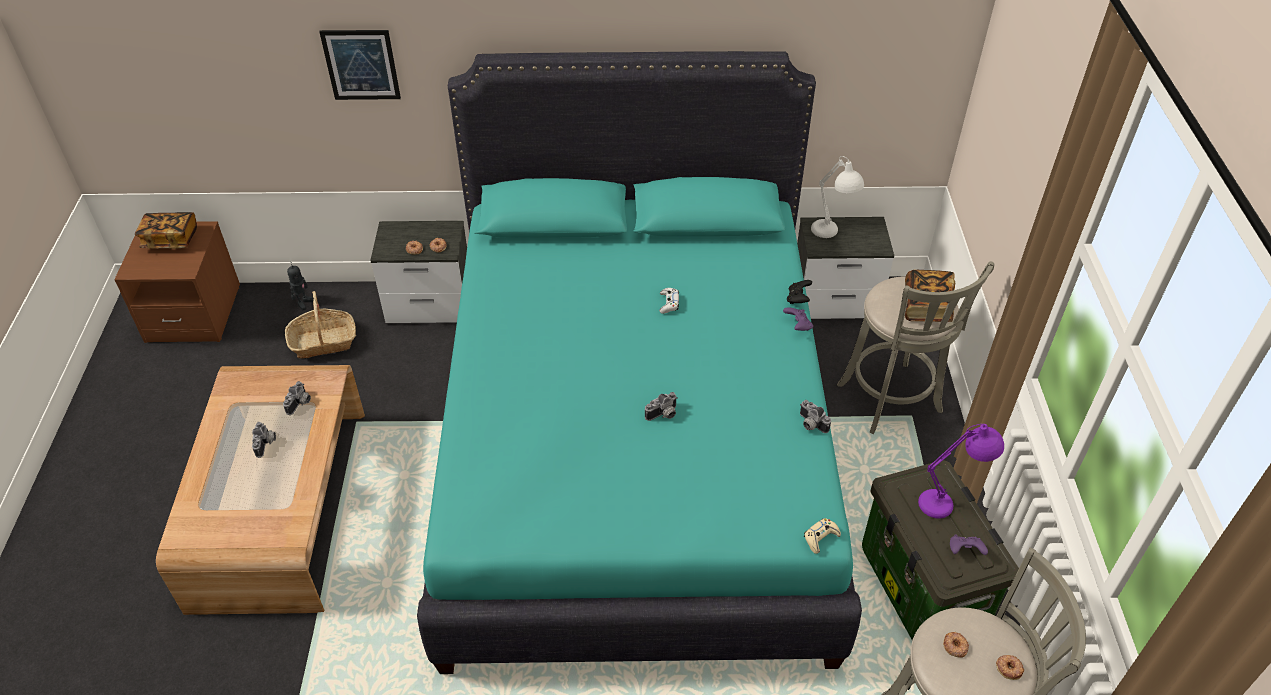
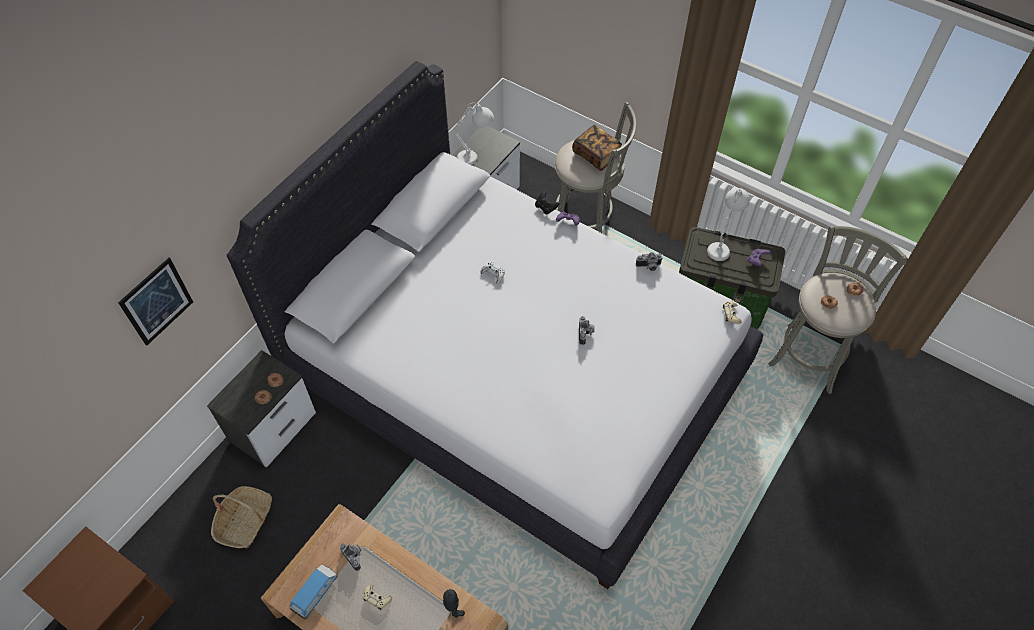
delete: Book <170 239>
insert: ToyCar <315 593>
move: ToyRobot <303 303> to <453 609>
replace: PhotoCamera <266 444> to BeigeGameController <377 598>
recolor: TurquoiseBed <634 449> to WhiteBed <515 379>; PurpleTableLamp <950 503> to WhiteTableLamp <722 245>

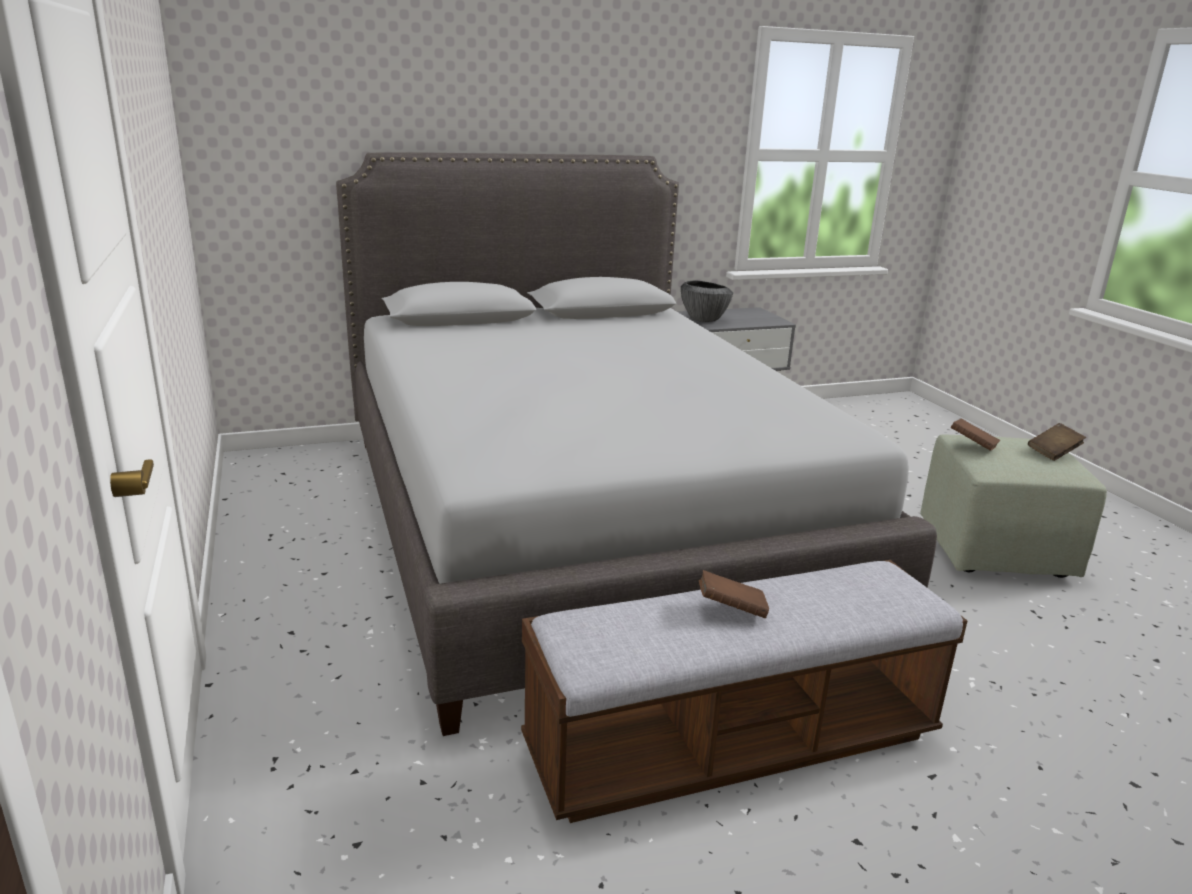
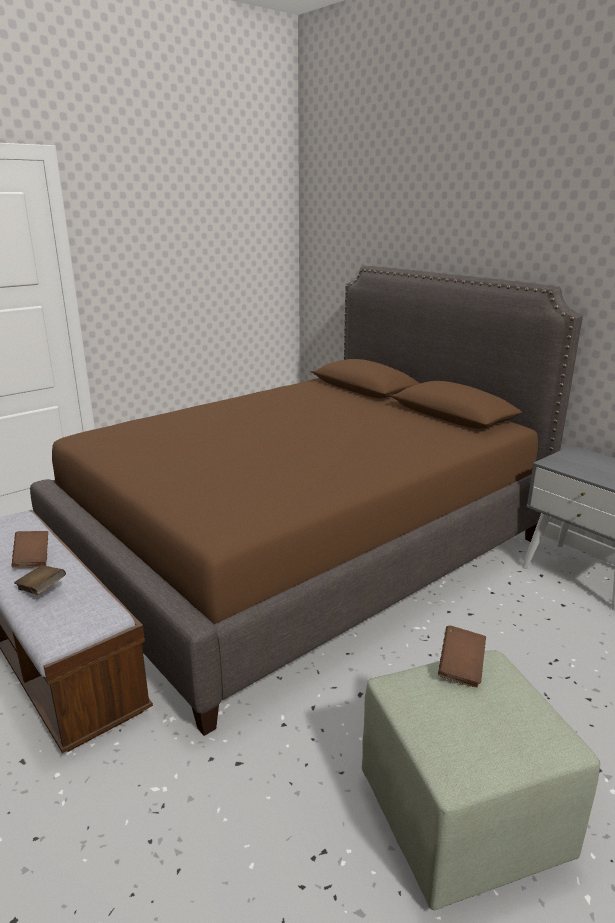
delete: Bowl <704 319>
move: BrownBook <1053 452> to <42 590>
recolor: GreyBed <581 524> to BrownBed <303 549>

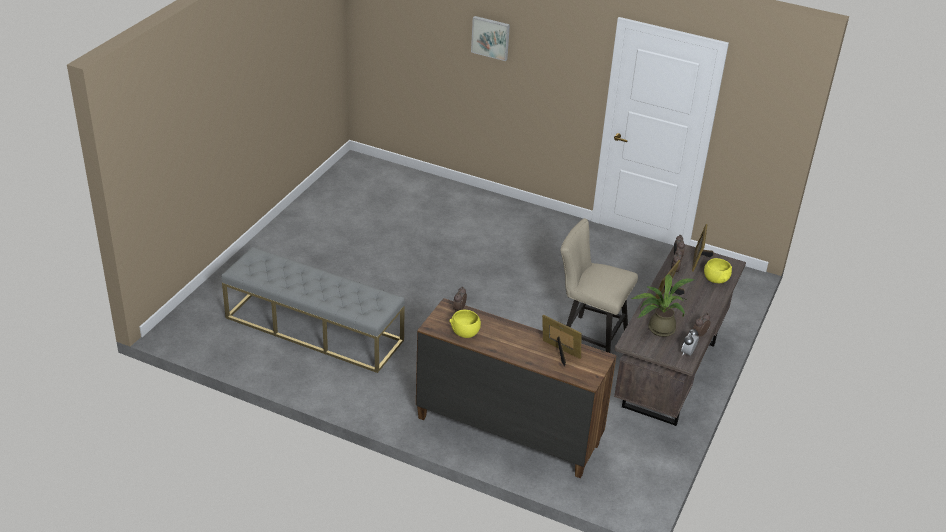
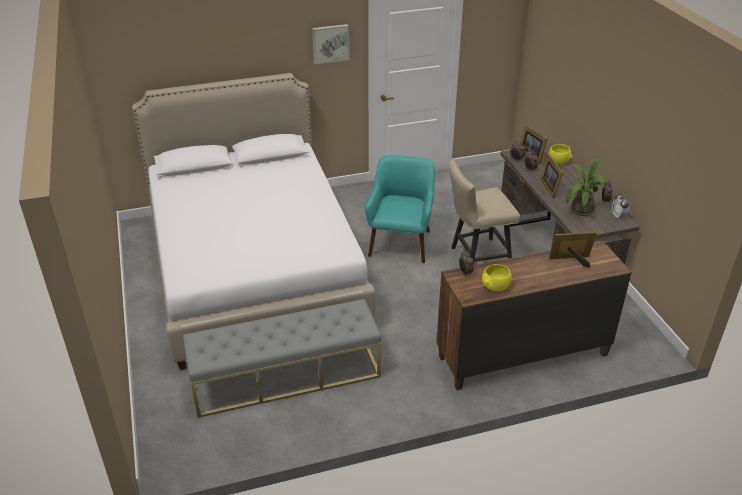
insert: WhiteBed <254 269>; TurquoiseArmchair <401 243>
move: Picture <491 37> to <330 43>

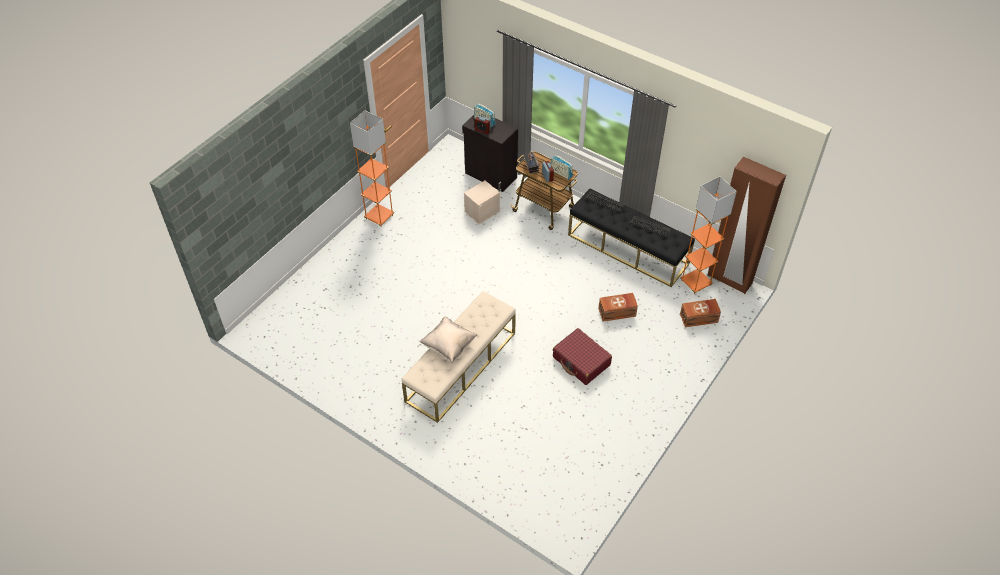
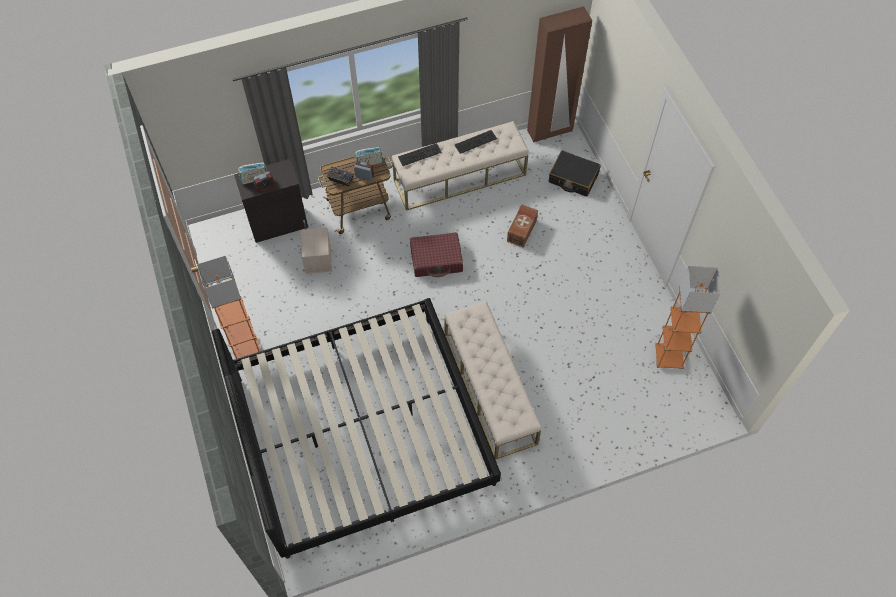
delete: BeigePillow <448 346>
insert: Bed <361 430>
move: RedSuitcase <581 361> to <436 259>; OrangeFloorLamp <695 283> to <668 357>
replace: BrownStorageBox <699 318> to BlackSuitcase <573 178>
recolor: BlackBench <628 249> to BeigeBench <460 177>

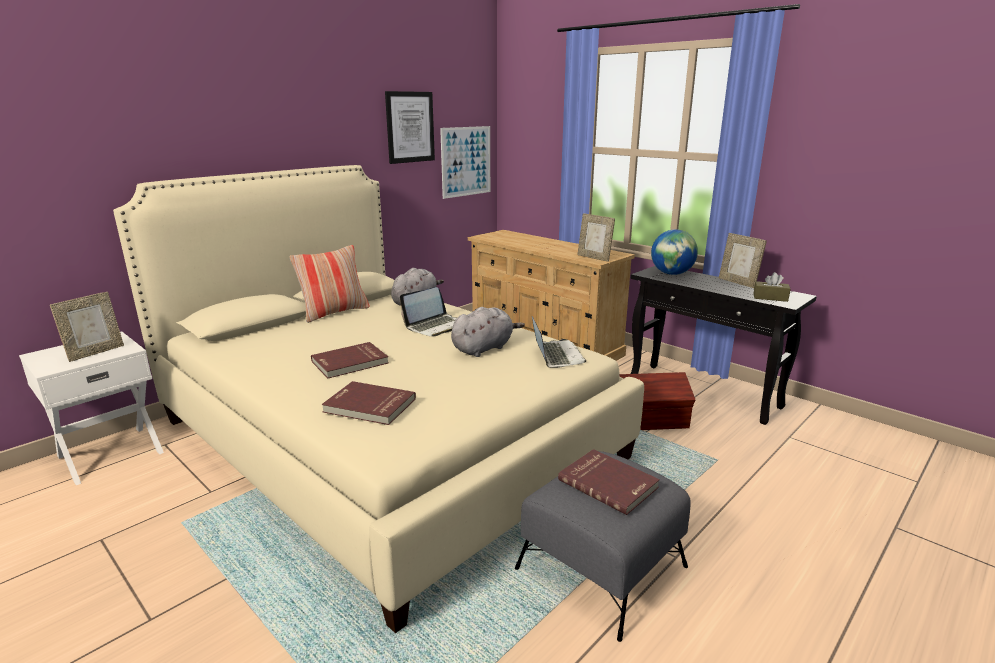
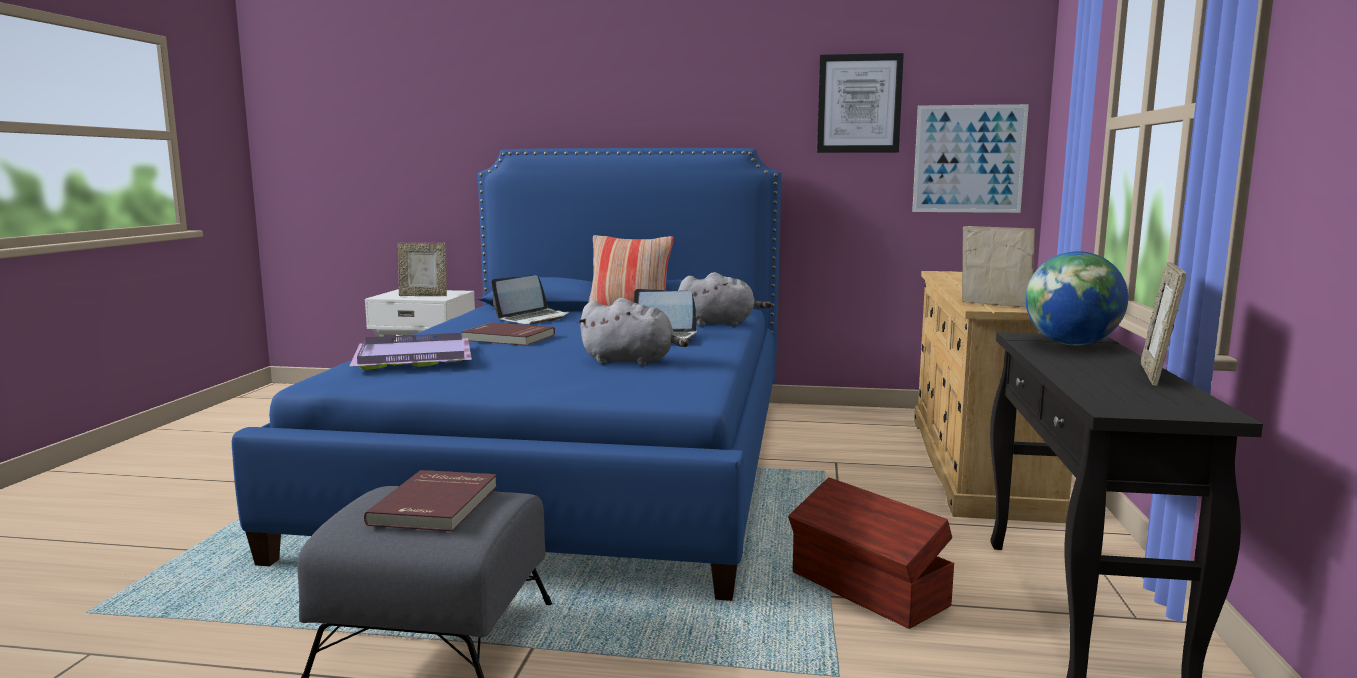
delete: BrownTissueBox <770 297>
move: Laptop <556 355> to <533 318>
replace: RedBook <369 406> to PurpleTray <411 357>
recolor: BeigeBed <385 438> to BlueBed <576 465>
rotate: PictureFrame <594 258> = <994 305> 120 degrees clockwise

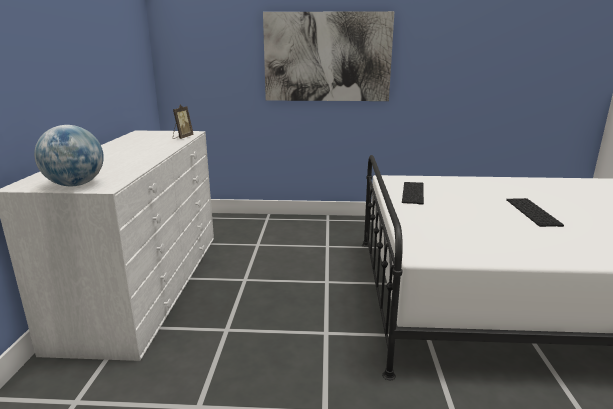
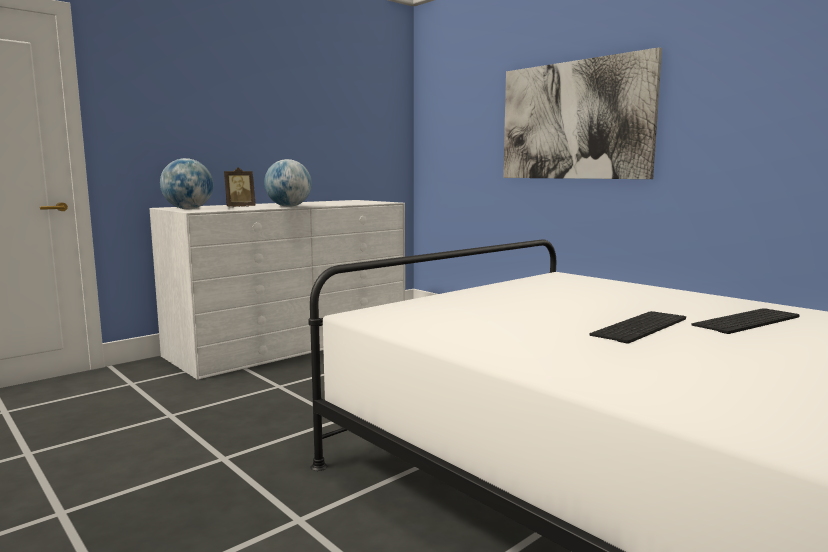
insert: Globe <289 206>
move: PictureFrame <182 137> to <240 207>; Keyboard <414 193> to <748 321>

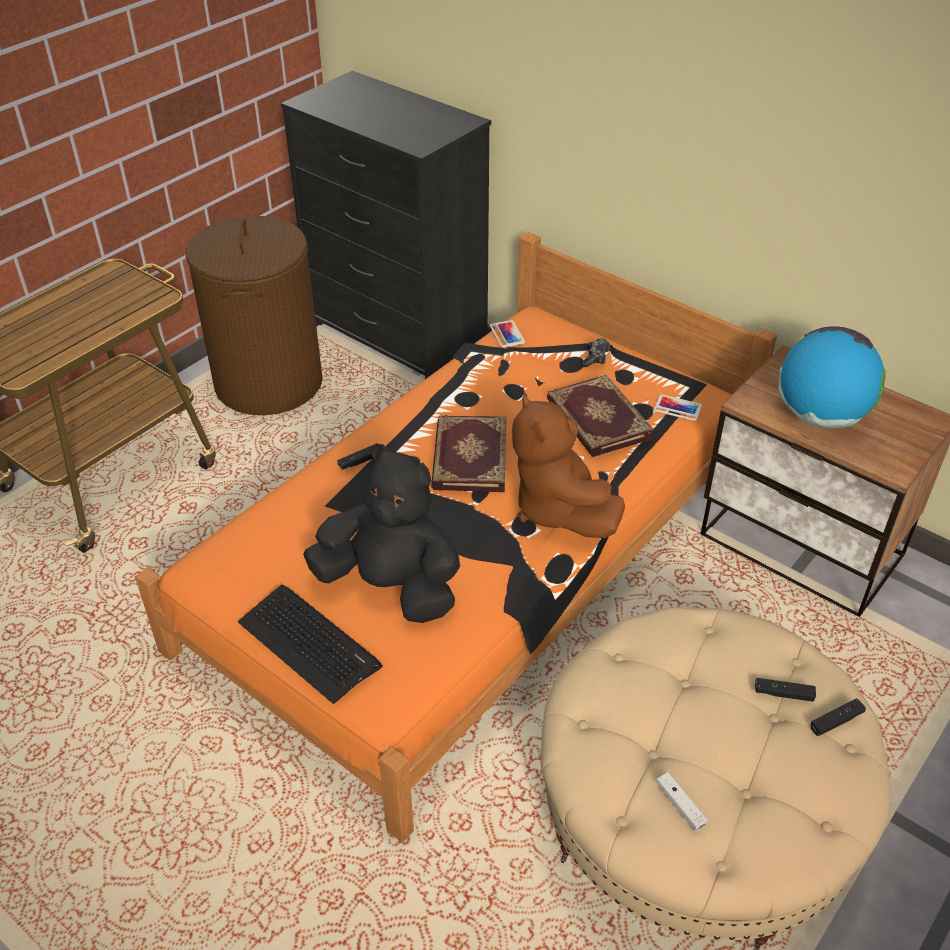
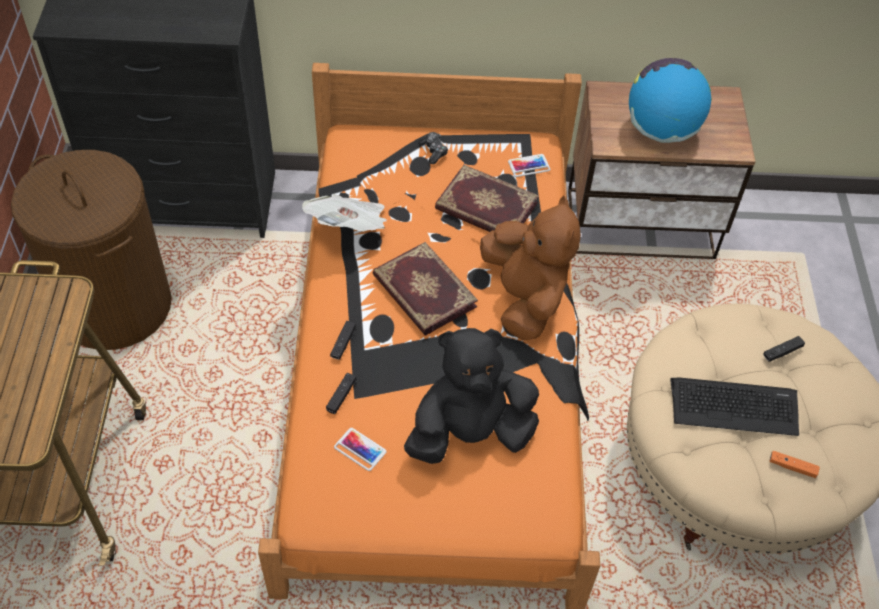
insert: Newspaper <349 227>
move: Keyboard <309 643> to <734 406>; Phone <507 334> to <360 449>; BlackGameController <836 721> to <341 396>
recolor: WhiteGameController <680 805> to OrangeGameController <792 467>
rotate: BrownPlushToy <558 509> = <525 298> 135 degrees counterclockwise

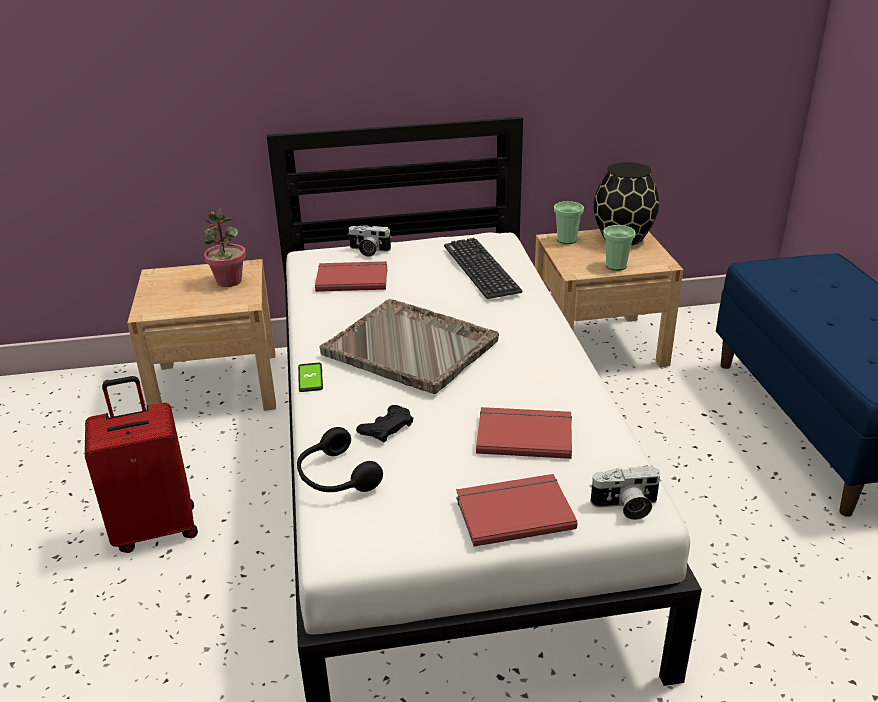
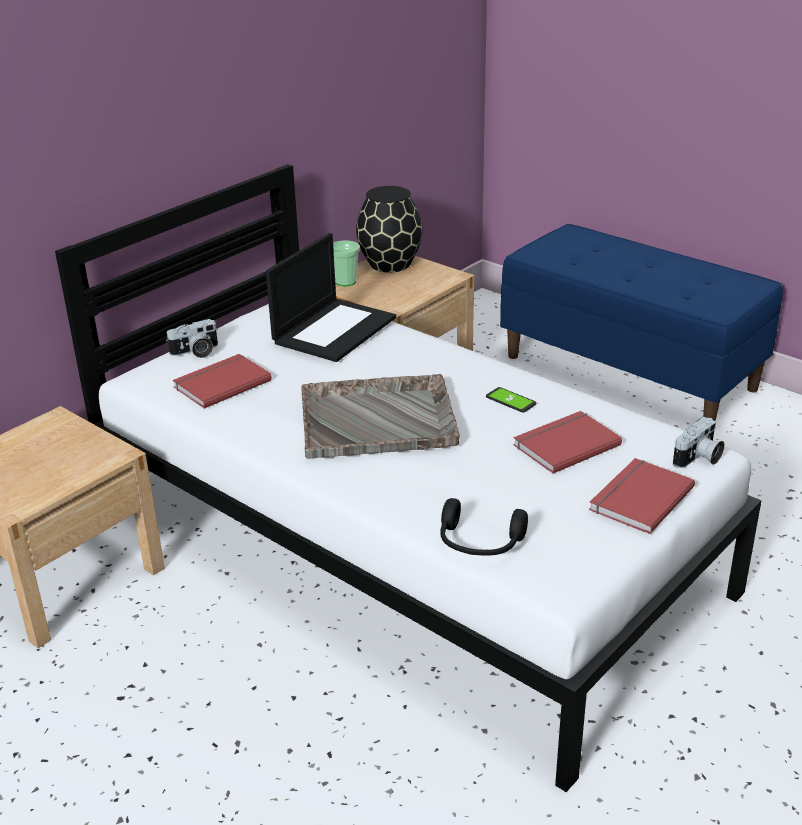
delete: RedSuitcase <156 528>; PottedPlant <229 281>; BlackGameController <386 428>; Cup <616 266>
move: Phone <310 378> to <511 401>
replace: Keyboard <481 269> to Laptop <334 329>

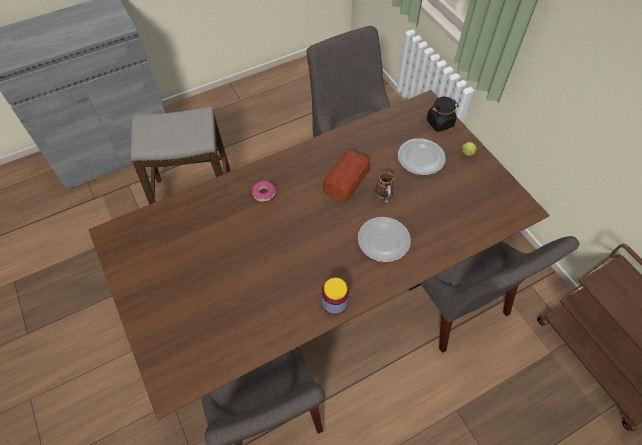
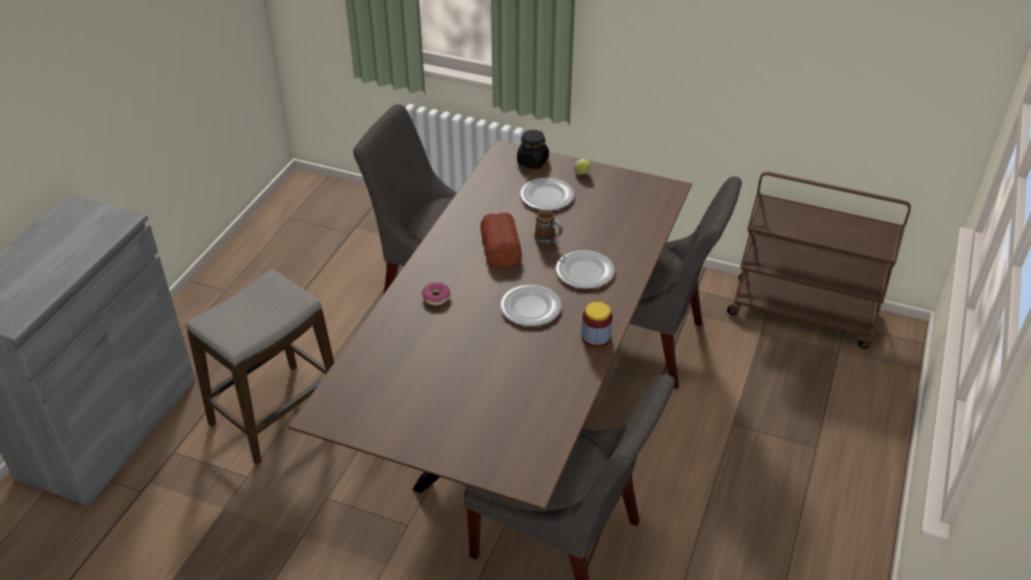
insert: Plate <531 308>

